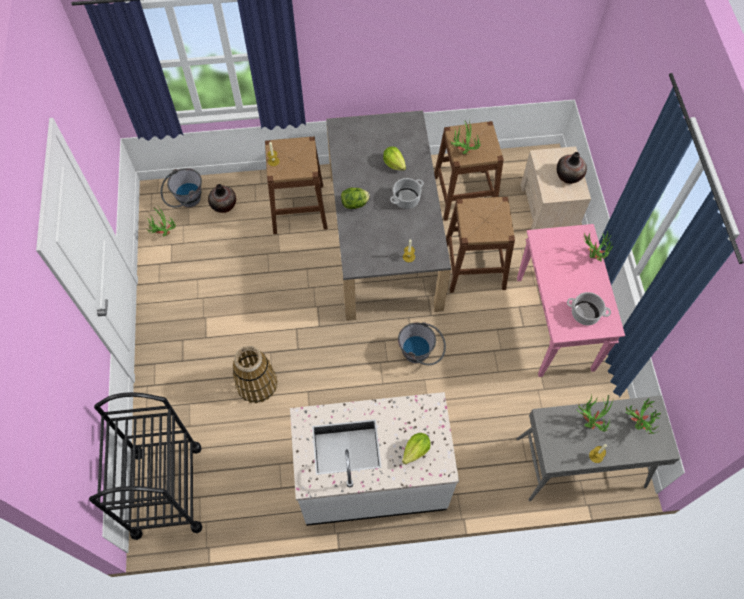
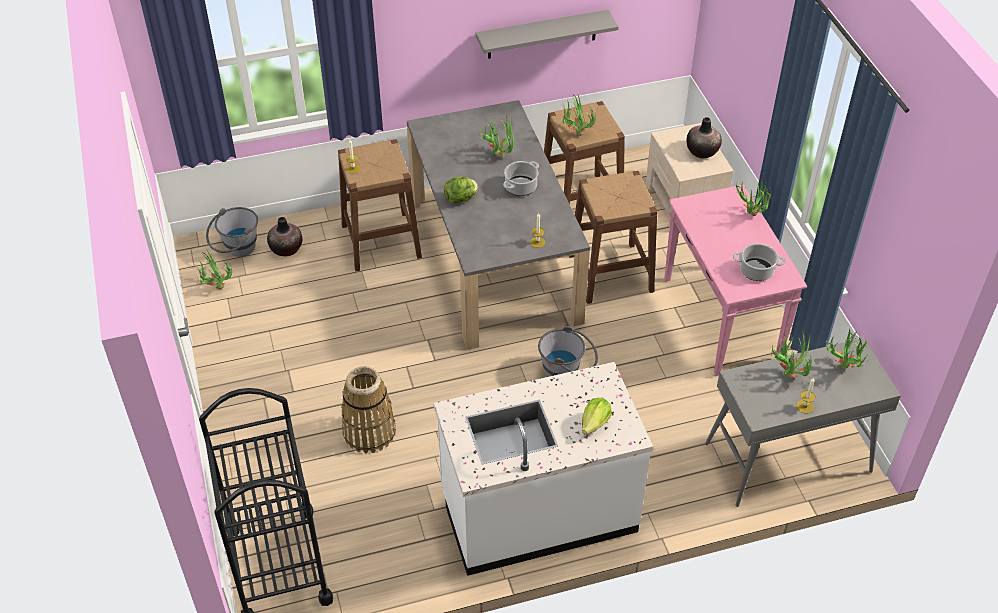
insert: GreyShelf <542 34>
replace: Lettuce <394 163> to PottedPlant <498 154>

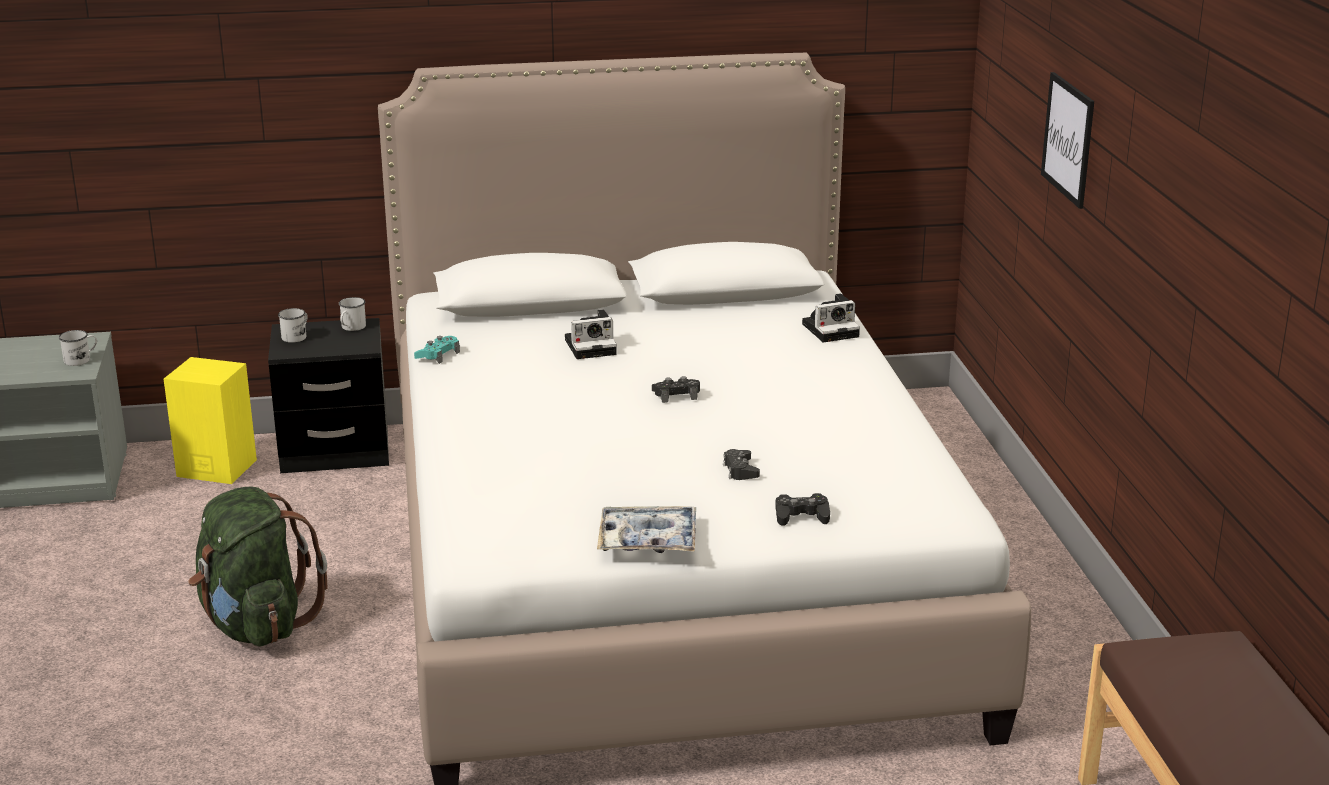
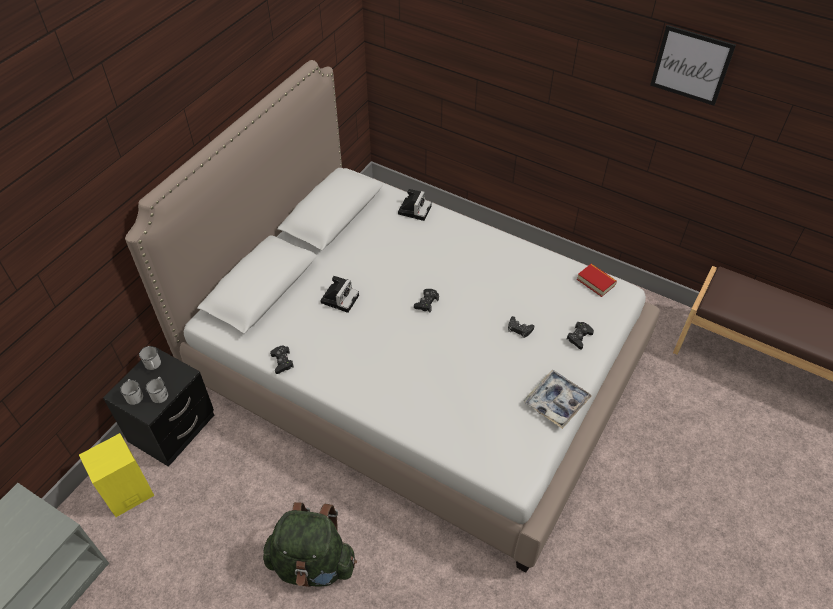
insert: Book <596 282>
move: WhiteMug <81 359> to <160 393>; Picture <1068 139> to <691 65>
recolor: TurquoiseGameController <438 355> to BlackGameController <282 362>

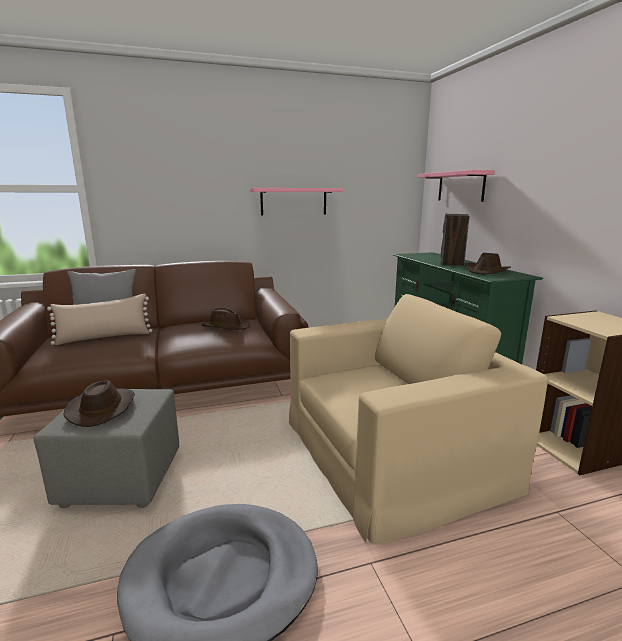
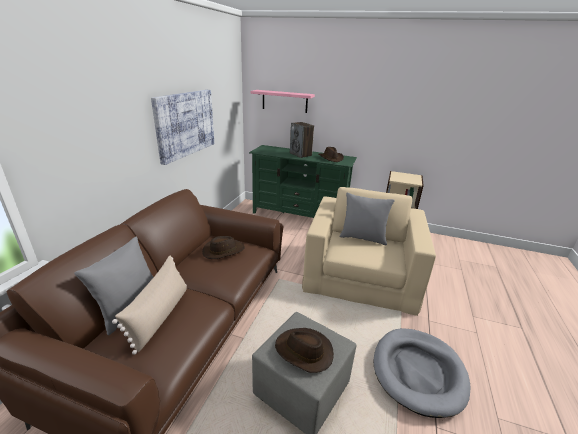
insert: GreyPillow <363 238>
replace: PinkShelf <293 201> to Picture <185 124>

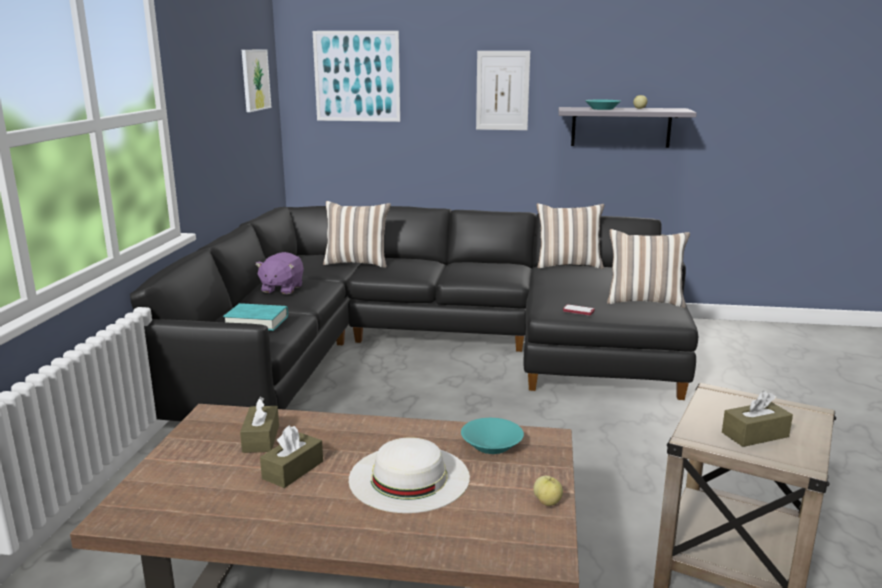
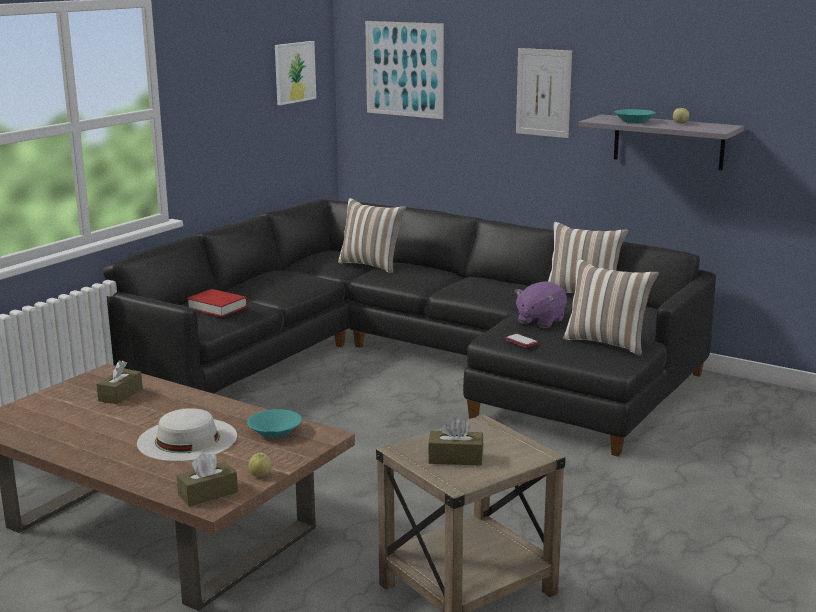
move: PurplePlushToy <281 289> to <540 321>; BrownTissueBox <293 470> to <208 493>
recolor: TurquoiseBook <257 322> to RedBook <217 307>

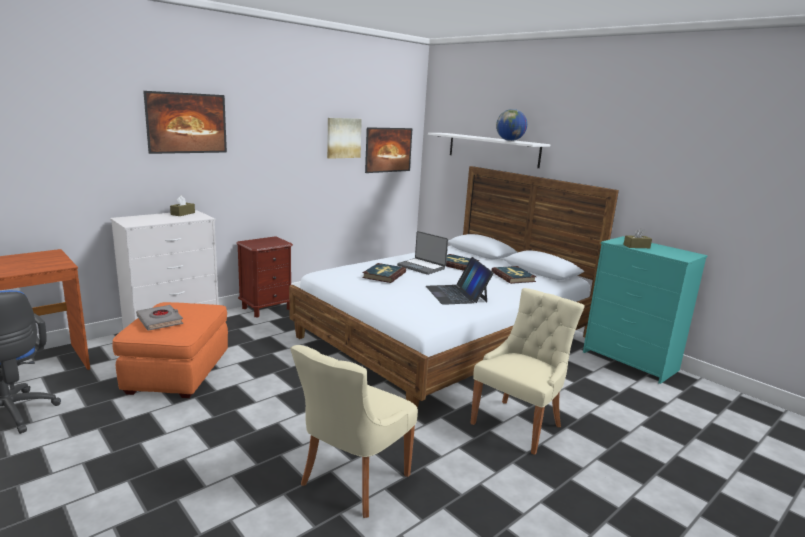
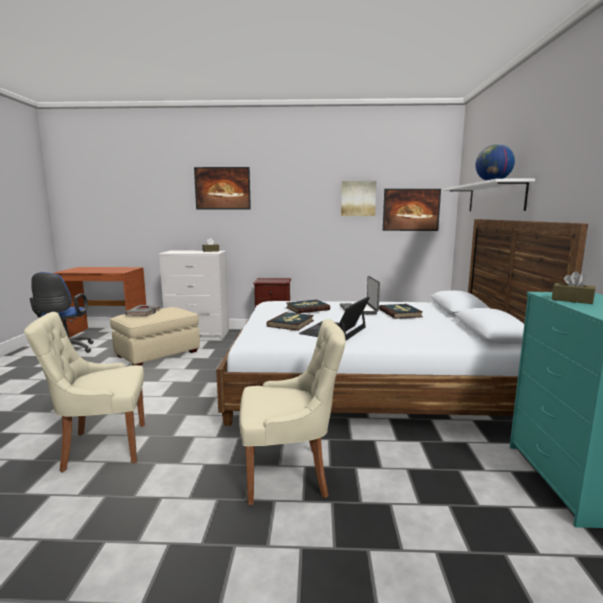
move: Book <513 277> to <291 323>
recolor: OrangeOttoman <177 373> to BeigeOttoman <157 354>

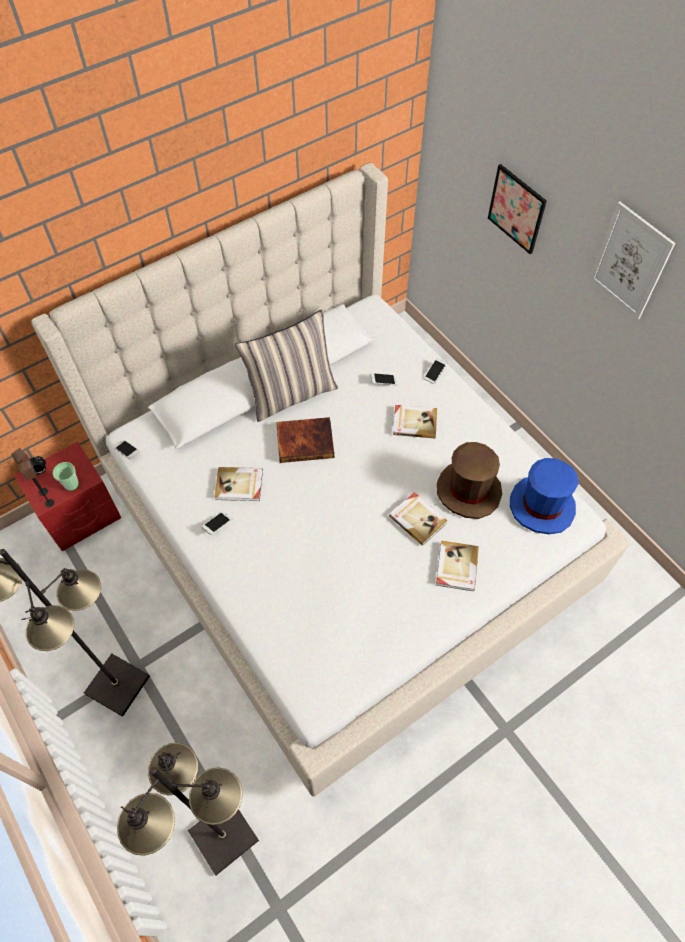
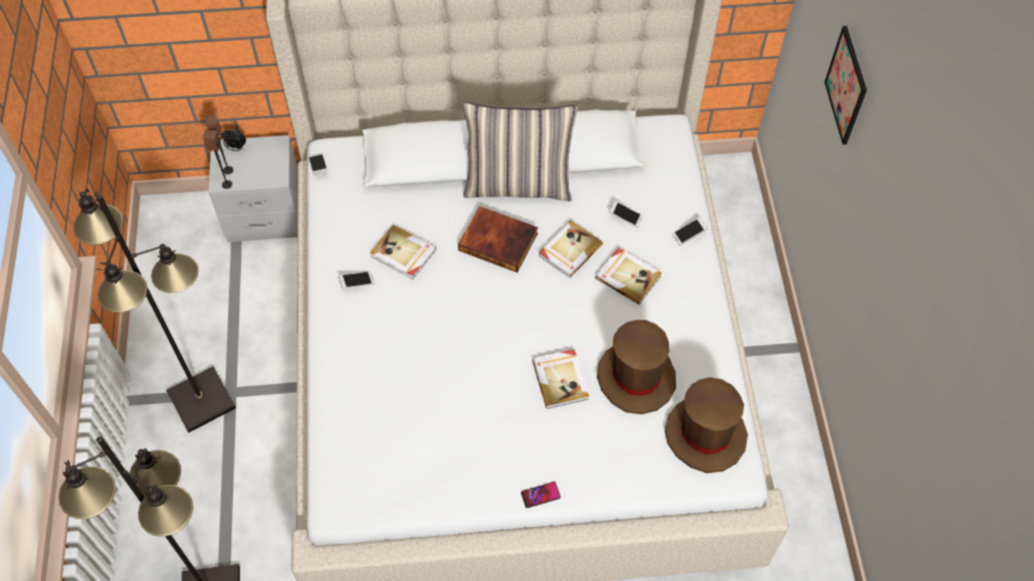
delete: Cup <71 484>; Picture <630 262>
insert: Phone <540 495>
move: Book <456 567> to <569 250>
recolor: RedNightstand <81 516> to GreyNightstand <265 216>; BlueHat <541 506> to BrownHat <705 434>

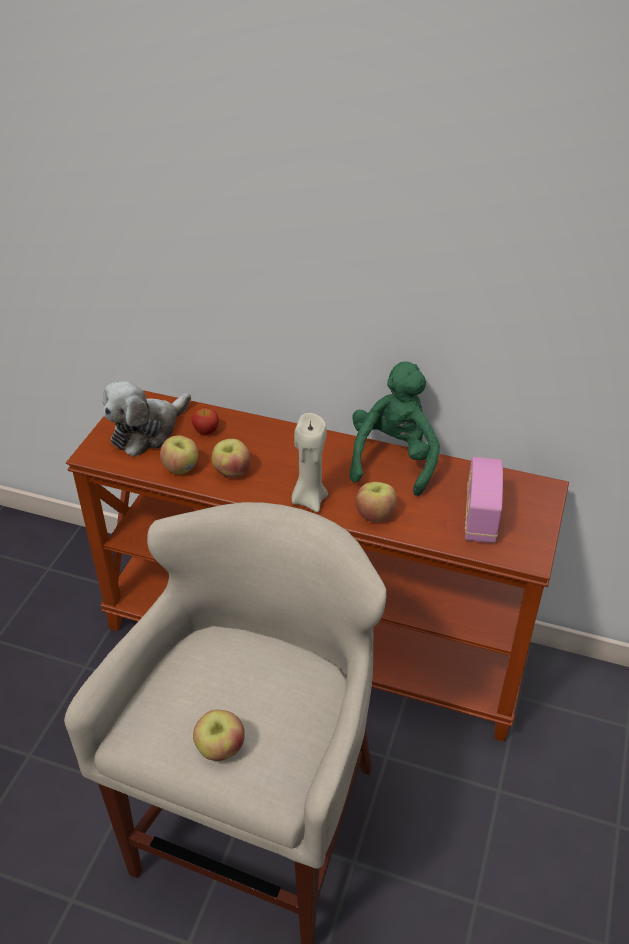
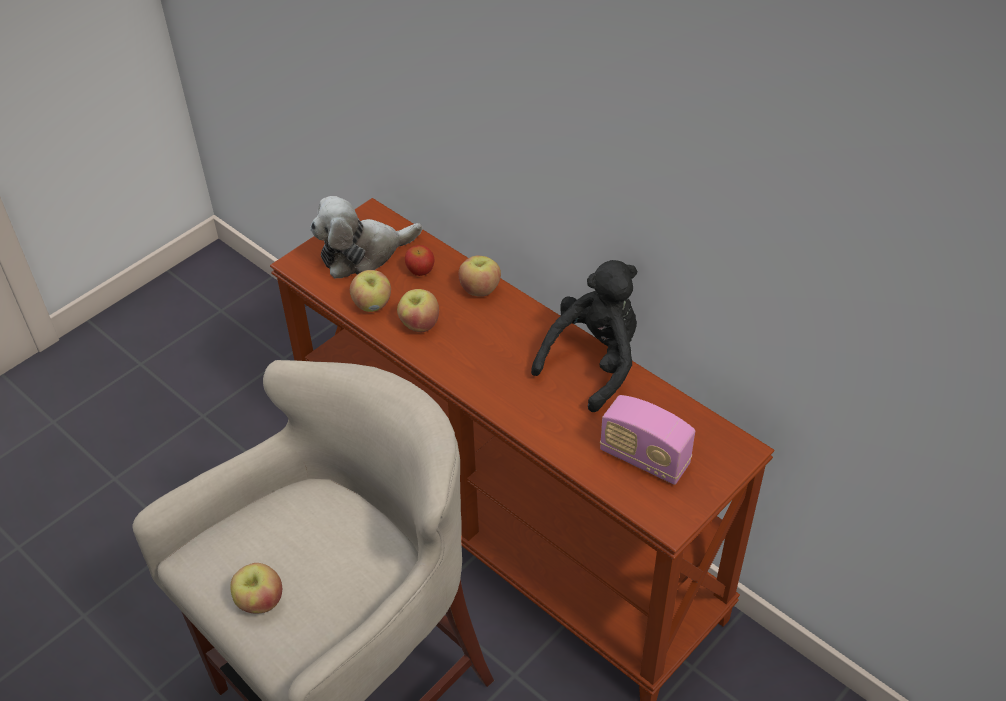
delete: BeigeCandle <309 499>
move: Apple <375 514> to <480 289>
recolor: GreenPlushToy <393 459> to BlackPlushToy <594 362>
rotate: Radio <480 517> = <644 458> 90 degrees counterclockwise

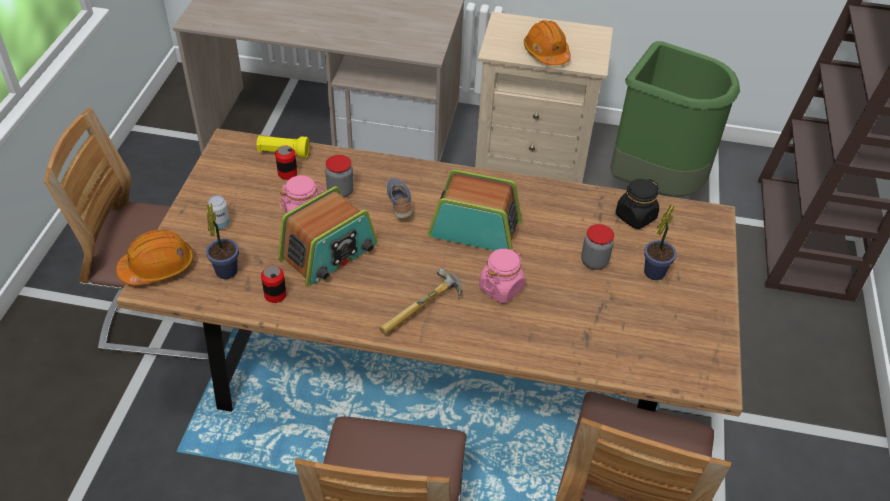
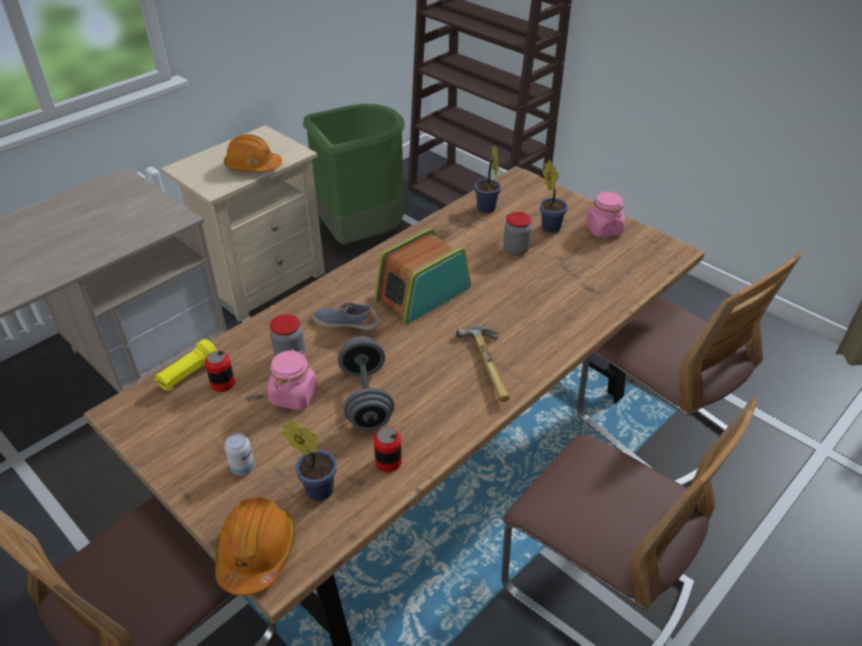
move: PinkJar <501 288> to <603 229>
replace: Radio <329 253> to GreyDumbbell <366 398>; BlackJar <635 217> to PottedPlant <486 210>

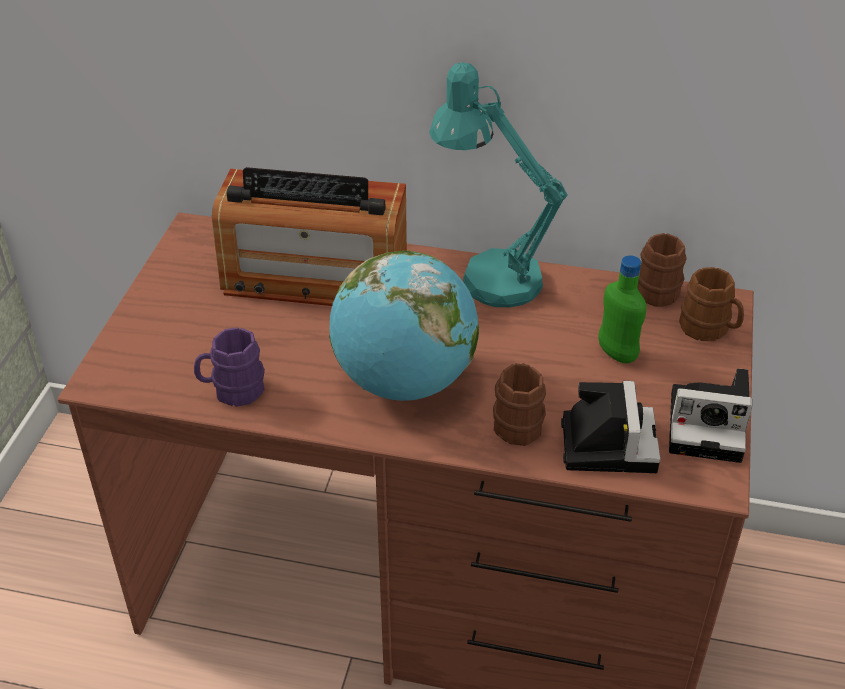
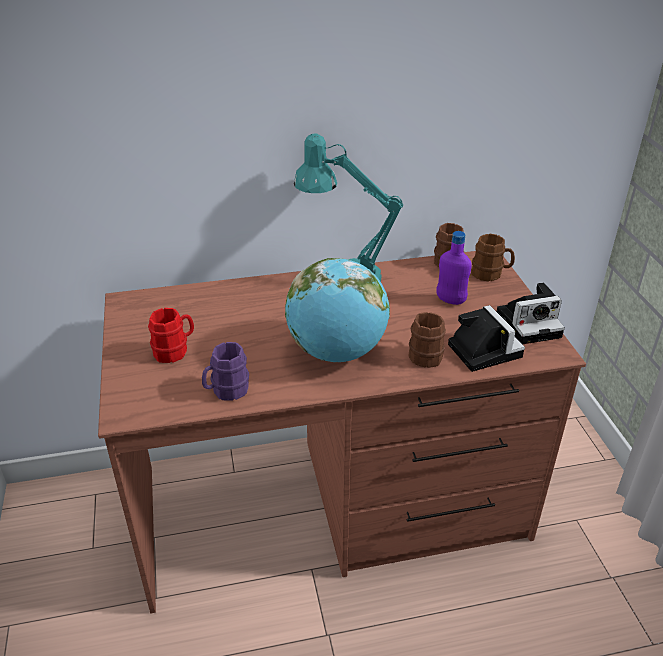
delete: Radio <314 277>
insert: RedMug <175 350>
recolor: GreenBottle <617 353> to PurpleBottle <450 300>

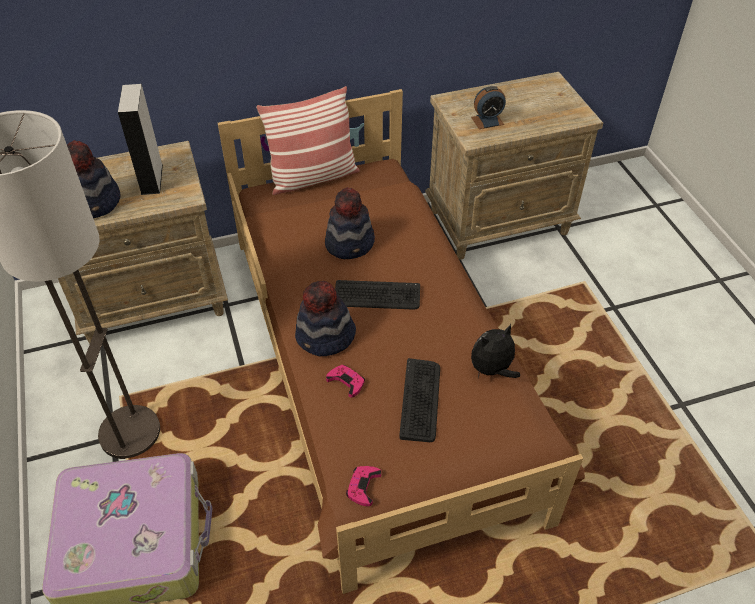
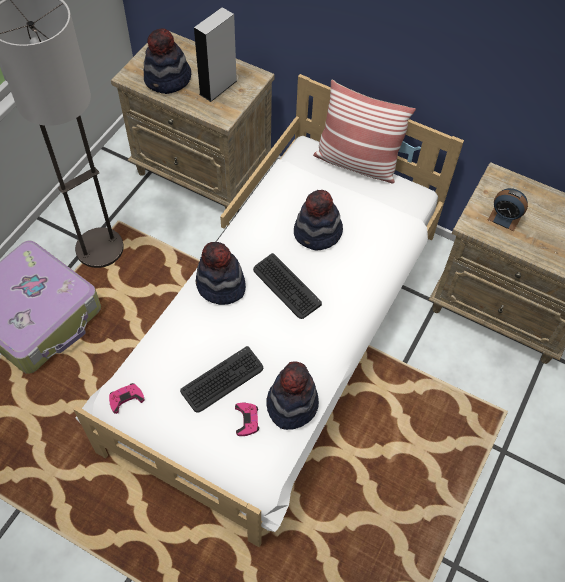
move: PinkGameController <346 382> to <247 420>
replace: PlushToy <492 370> to Hat <291 404>
recolor: BrownBed <378 368> to WhiteBed <280 338>

